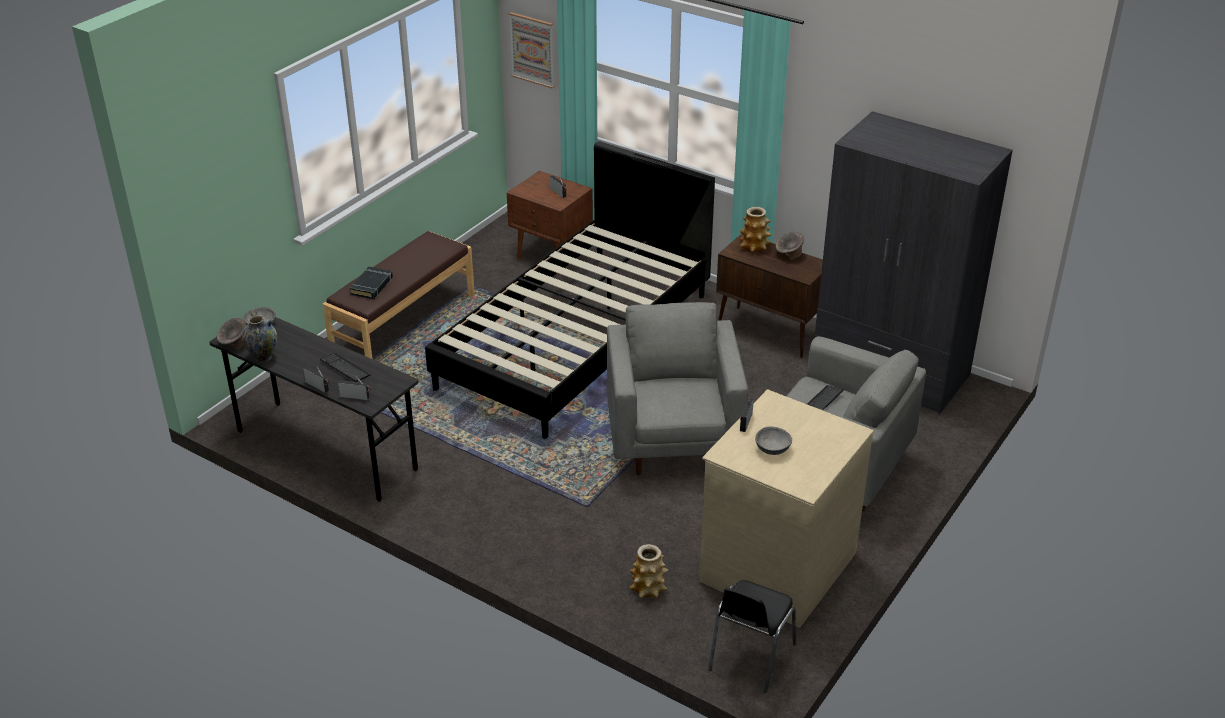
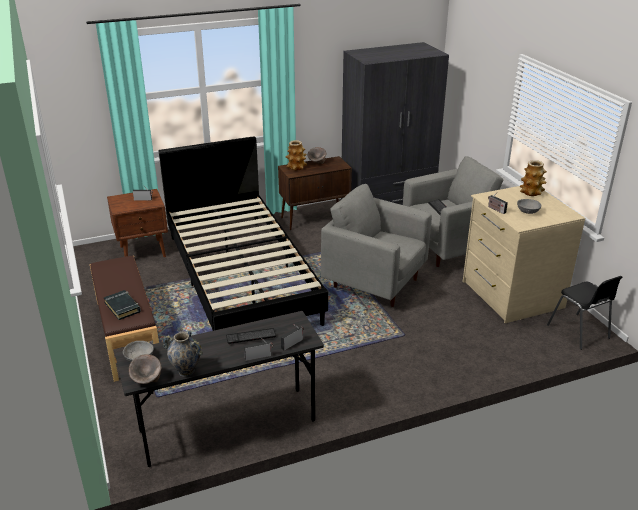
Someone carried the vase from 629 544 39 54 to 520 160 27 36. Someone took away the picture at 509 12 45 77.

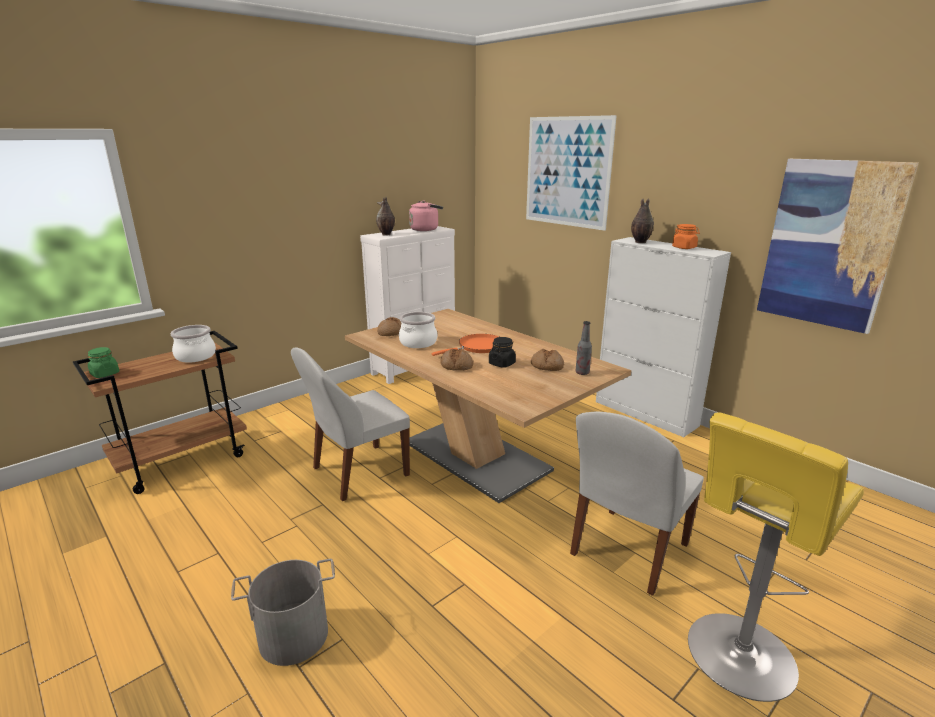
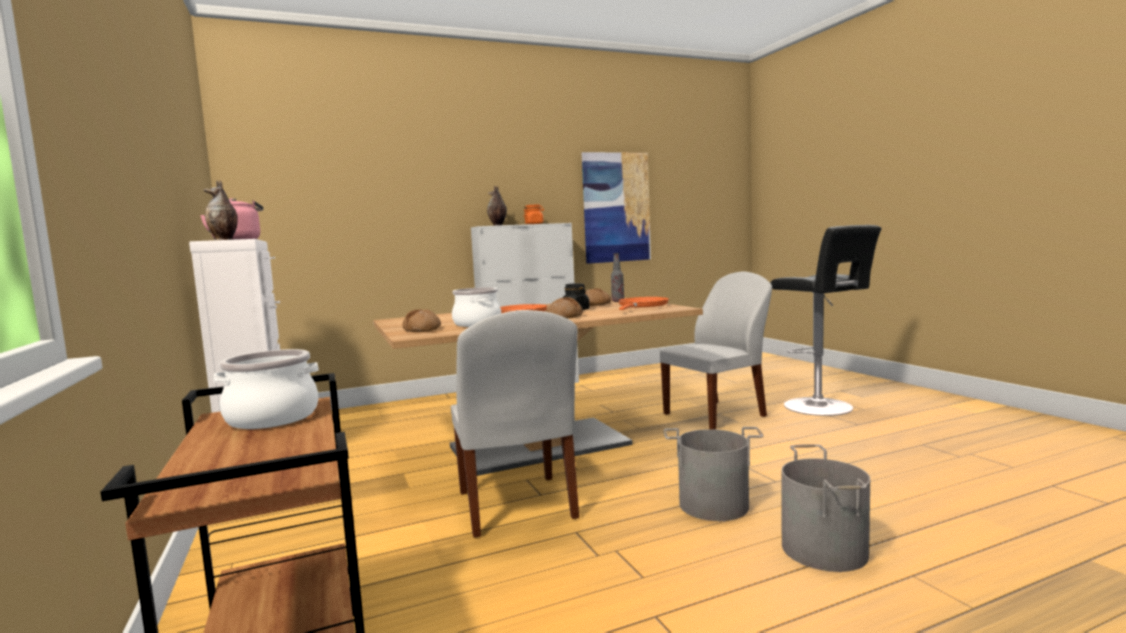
Someone put down the orange-coloured pan at 618 297 51 13. Someone rotated the white-coloured upright chair at 570 412 134 184 by 90 degrees counterclockwise. Someone put down the gray bucket at 663 427 101 94. Someone repainted the yellow stool at 688 412 176 290, which became the blackish stool at 771 225 111 191. Someone took away the green storage jar at 88 347 31 31. Someone took away the picture at 526 115 91 116.

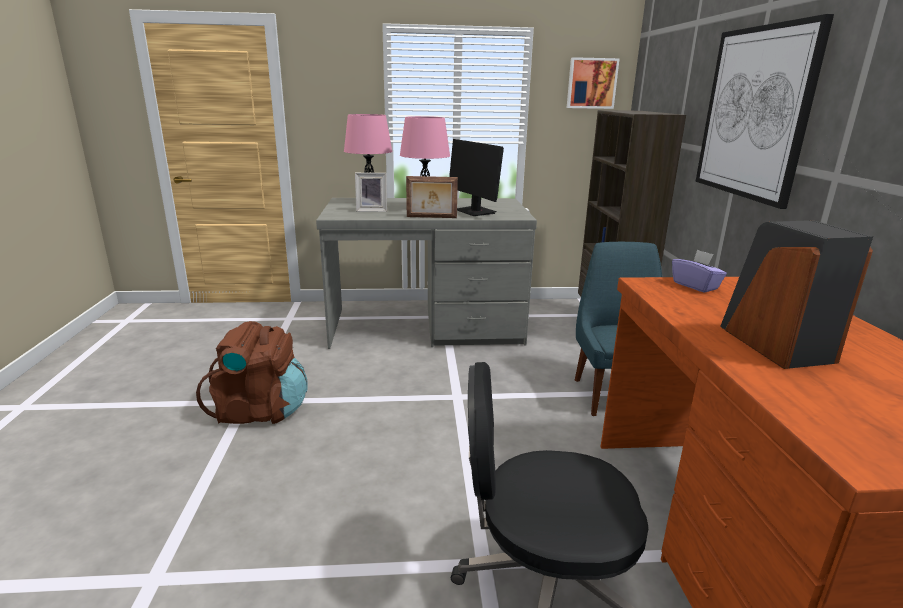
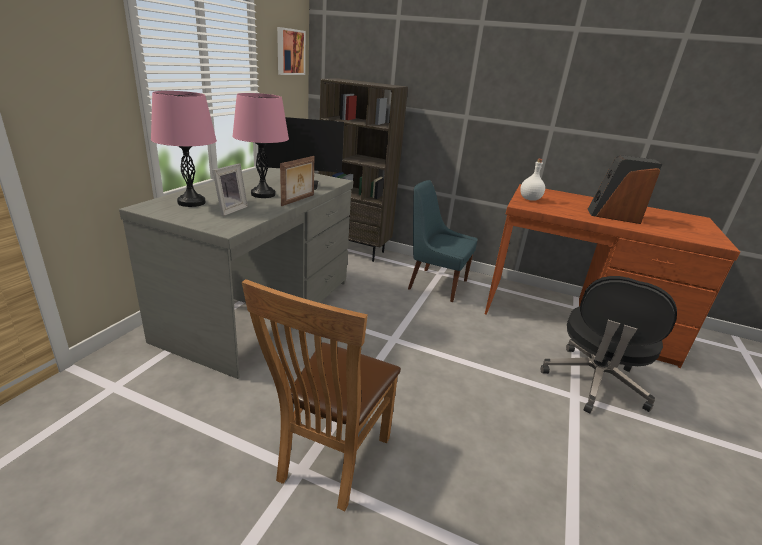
Someone swapped the brown-coloured backpack at 196 321 112 103 for the brown-coloured upright chair at 242 279 159 232. Someone swapped the purple-coloured tissue holder at 672 249 55 44 for the white-coloured beverage bottle at 520 159 25 42. Someone took away the picture at 695 14 139 195.

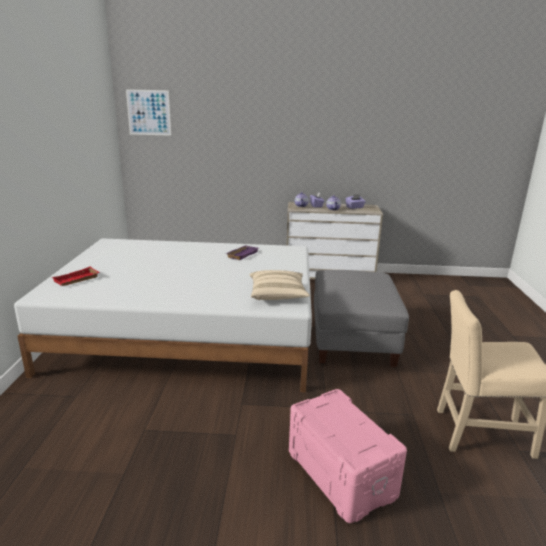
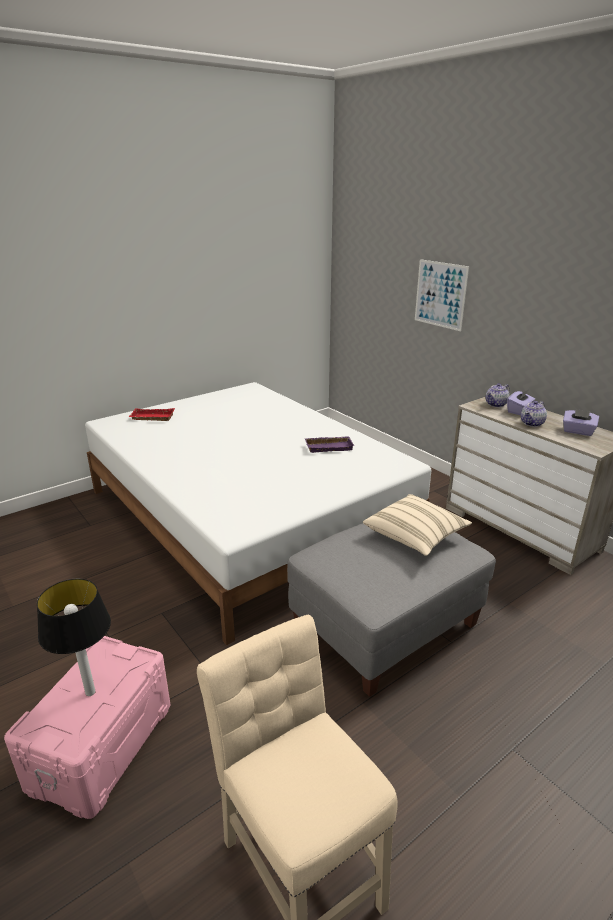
Someone put down the lamp for a table at 37 579 74 117. Someone carried the beige-coloured pillow from 250 270 60 30 to 363 494 109 62. Someone carried the picture from 126 89 45 47 to 415 259 54 72.

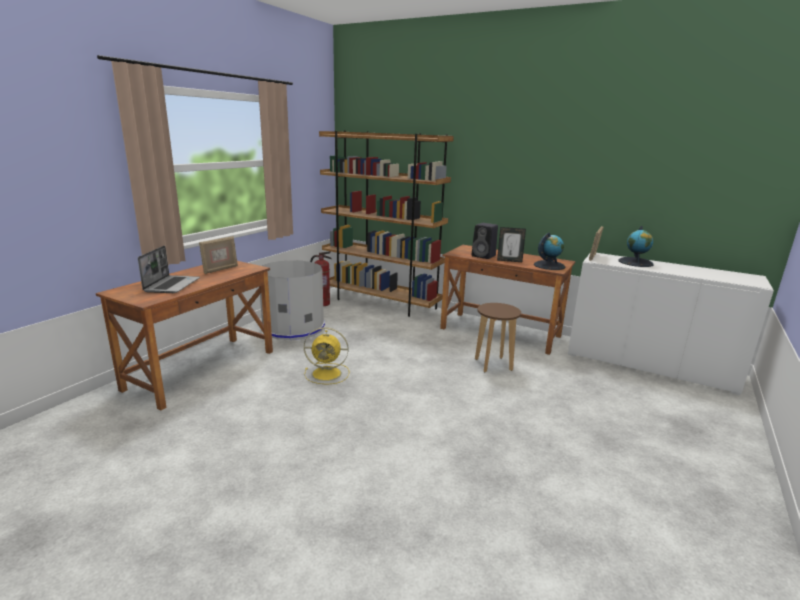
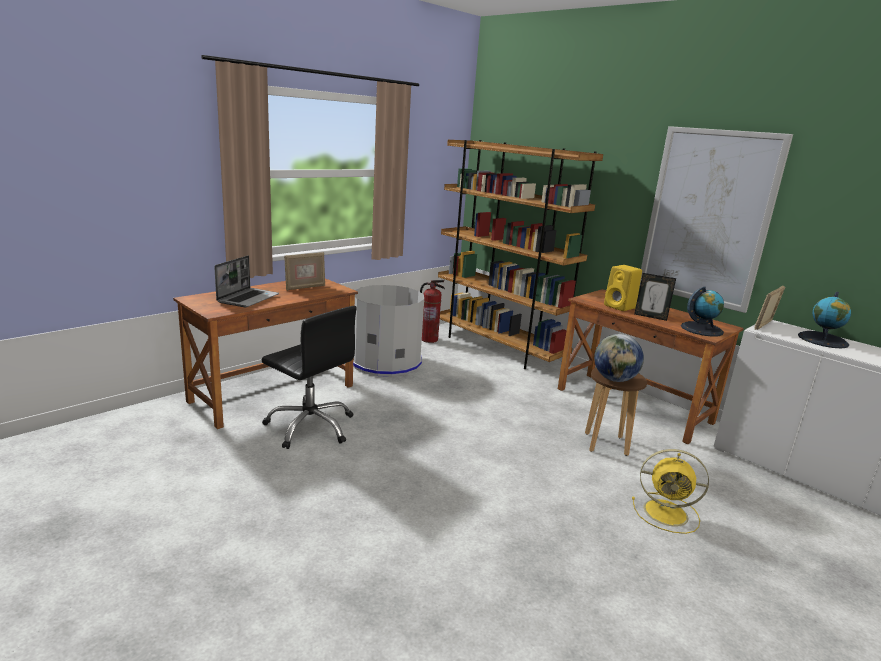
Someone put down the blackish office chair at 262 306 95 143. Someone put down the world globe at 594 334 50 48. Someone repainted the blackish speaker at 472 223 26 36, which became the yellow speaker at 604 265 38 46. Someone carried the yellow fan from 304 327 45 58 to 632 449 77 85. Someone put up the picture at 640 126 153 187.

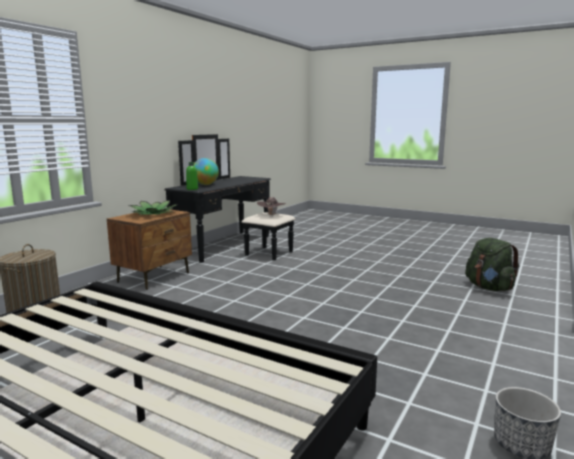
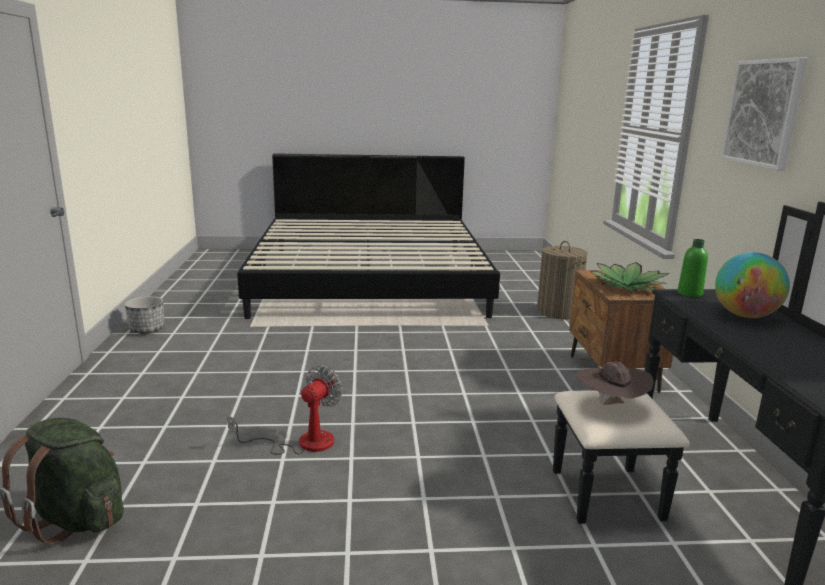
Someone put down the fan at 227 365 116 90. Someone put up the picture at 721 57 87 113.

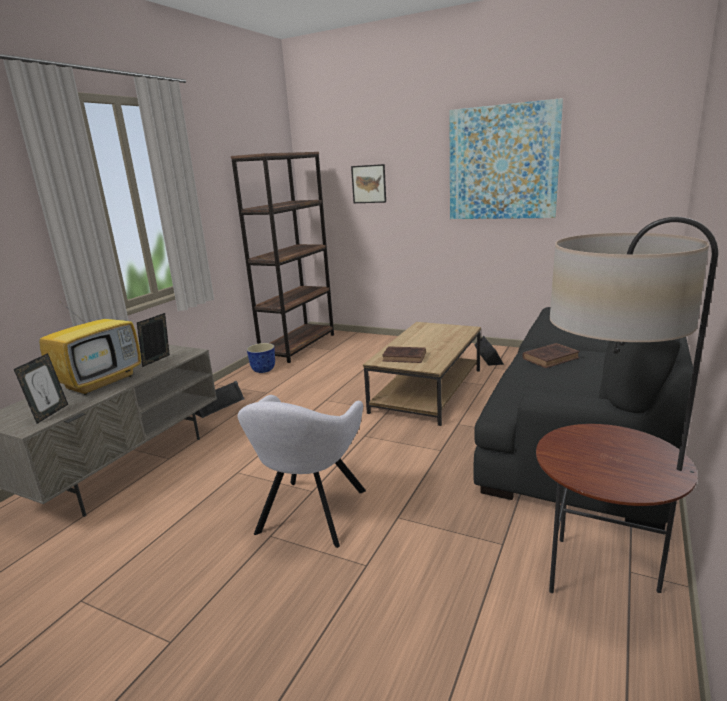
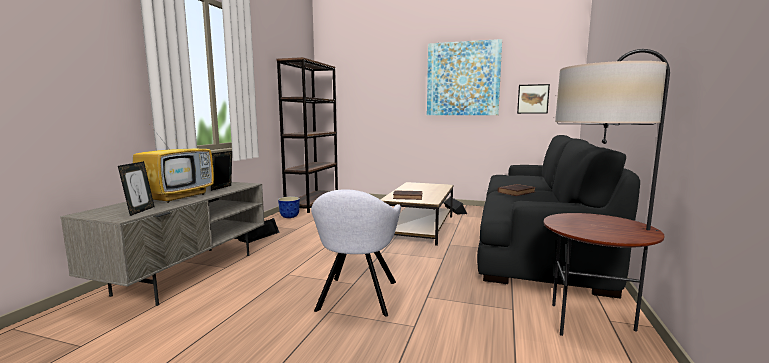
Someone carried the picture from 351 164 35 39 to 517 84 33 30.

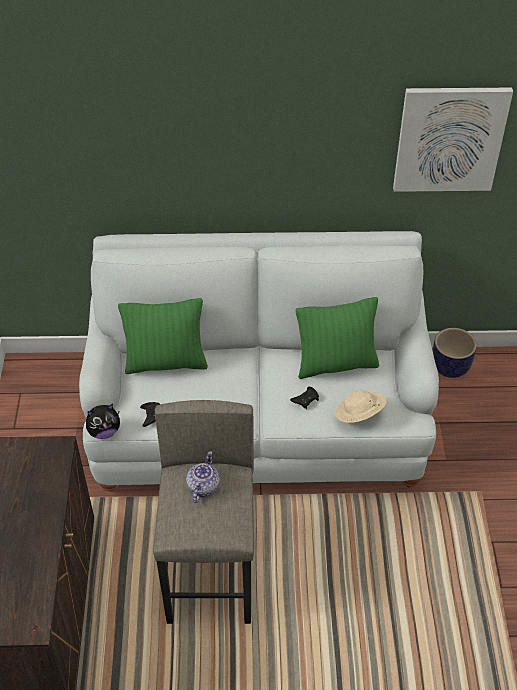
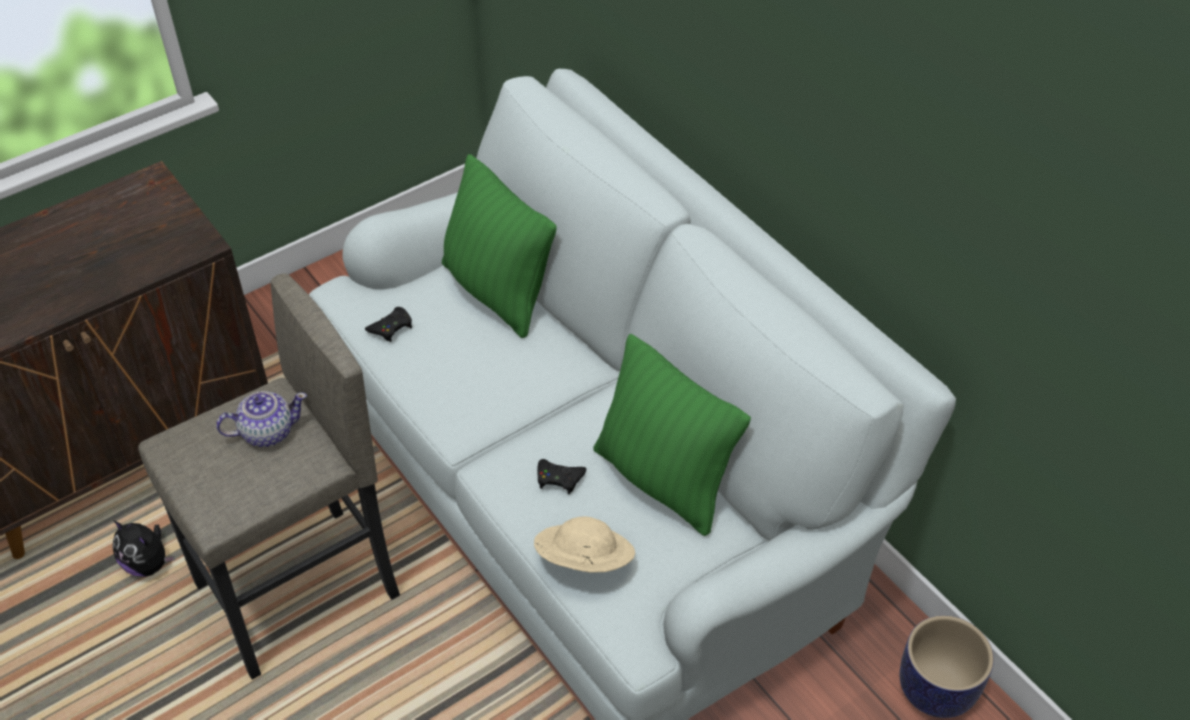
Someone carried the soft toy from 86 404 34 35 to 112 520 63 57. Someone took away the picture at 393 88 120 104.

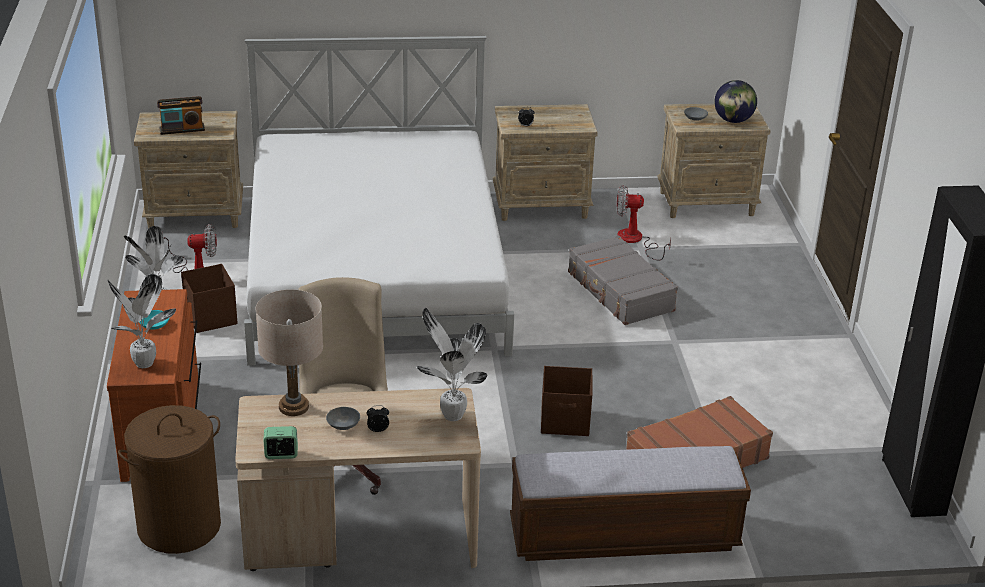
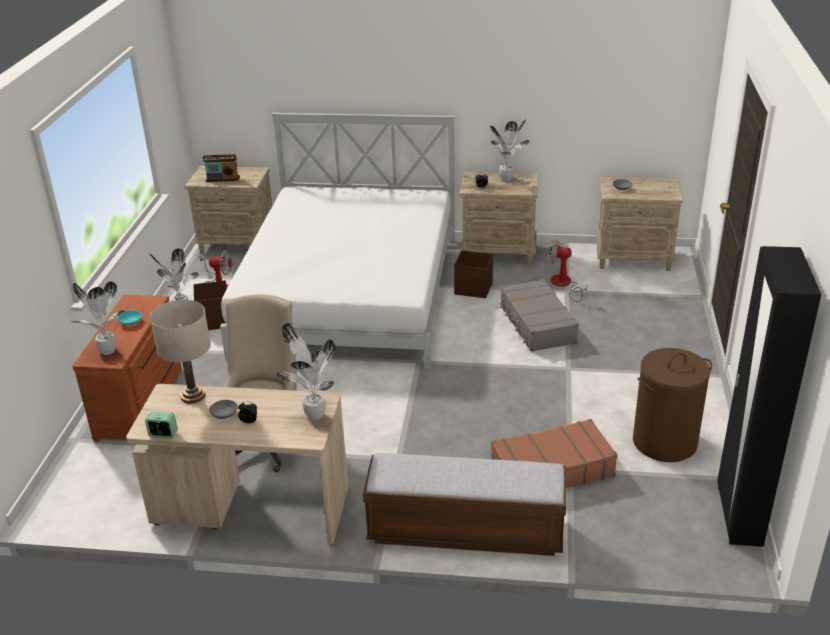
Someone carried the brown-coloured storage bin from 541 366 52 70 to 454 250 39 48. Someone put down the plant in a pot at 490 119 40 62. Someone carried the brown-coloured laundry basket from 118 405 103 149 to 633 348 79 114. Someone took away the world globe at 714 80 43 43.

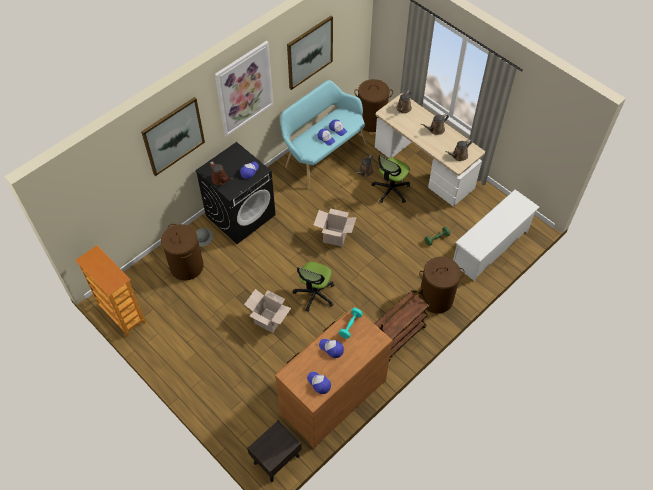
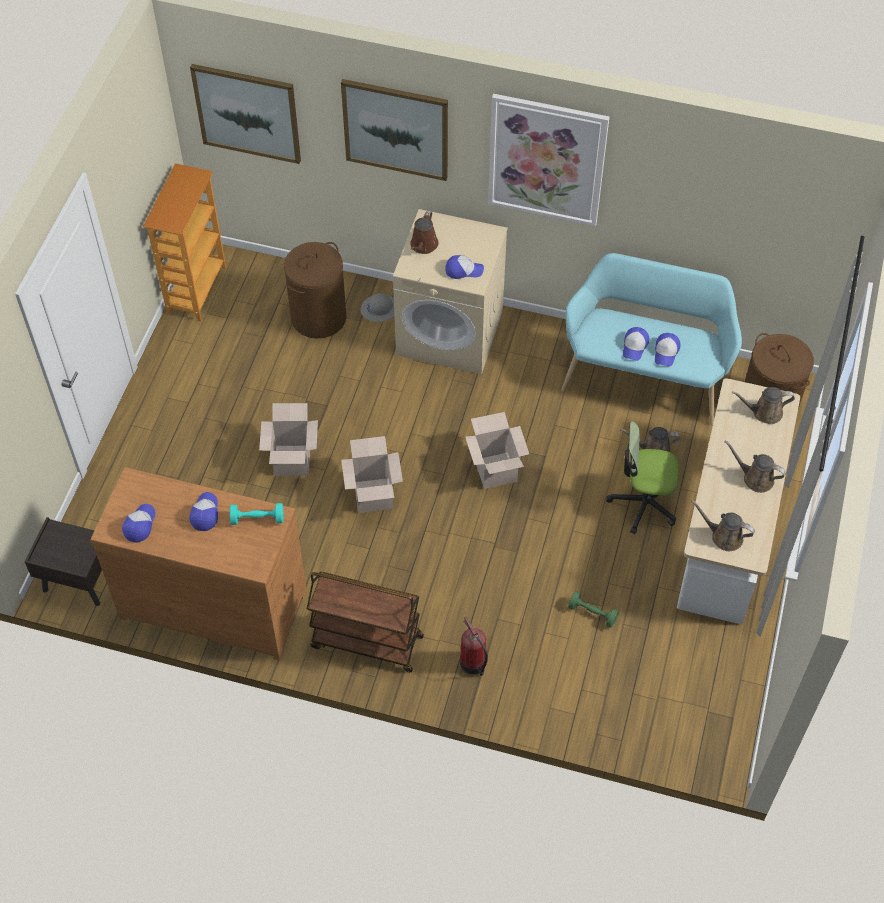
Someone carried the picture from 287 16 46 74 to 190 64 111 100. Someone swapped the office chair at 293 262 41 50 for the carton at 341 436 62 77. Someone repainted the blackish washing machine at 195 142 81 102, which became the beige-coloured washing machine at 393 209 115 165. Someone swapped the brown-coloured laundry basket at 419 257 46 56 for the fire extinguisher at 460 617 28 59. Someone took away the white-coloured shoe rack at 453 190 86 91.

